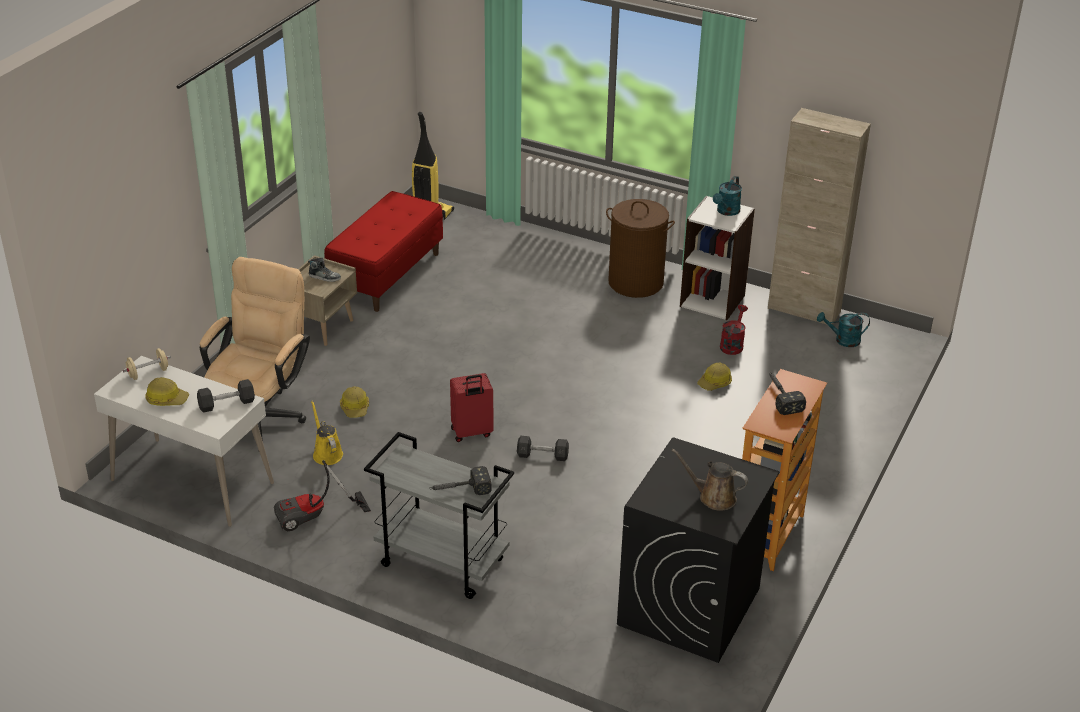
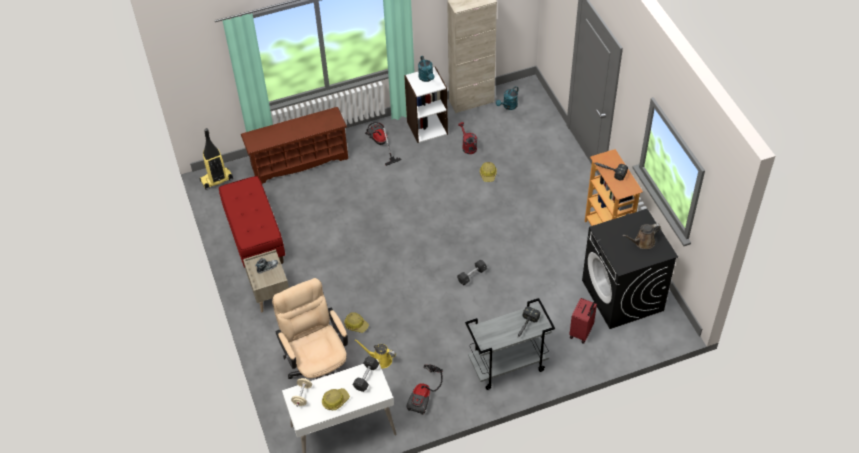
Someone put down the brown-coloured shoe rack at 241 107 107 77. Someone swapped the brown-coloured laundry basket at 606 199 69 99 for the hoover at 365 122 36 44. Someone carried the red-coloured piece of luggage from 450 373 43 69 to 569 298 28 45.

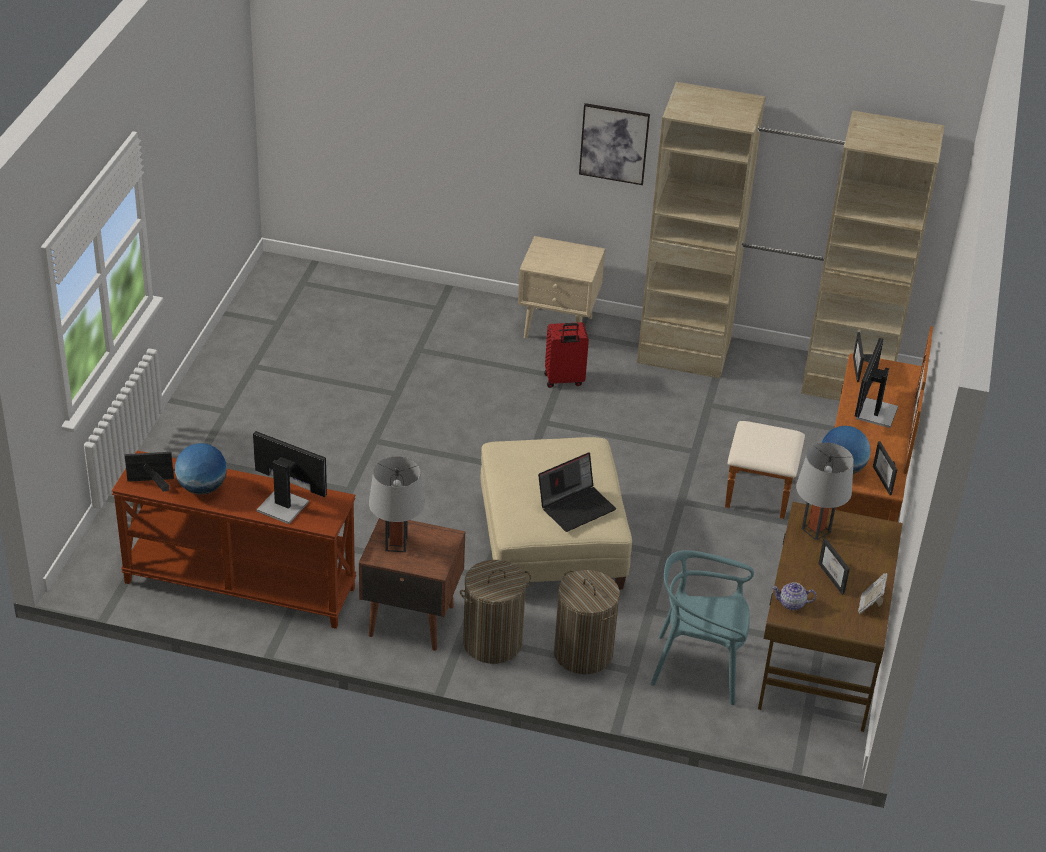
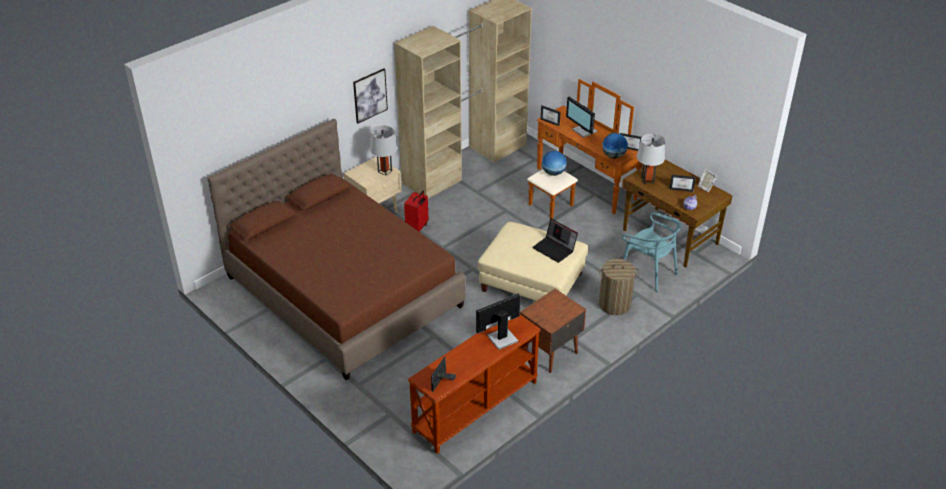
Someone put down the brown-coloured bedroom bed at 208 119 258 261. Someone carried the gray lamp for a table from 369 456 56 96 to 370 126 27 50. Someone rotated the laptop at 538 452 78 80 by 135 degrees clockwise. Someone carried the world globe from 175 443 52 52 to 542 151 25 25. Someone rotated the blue-green upright chair at 651 550 103 155 by 90 degrees counterclockwise. Someone took away the laundry basket at 460 560 71 104.

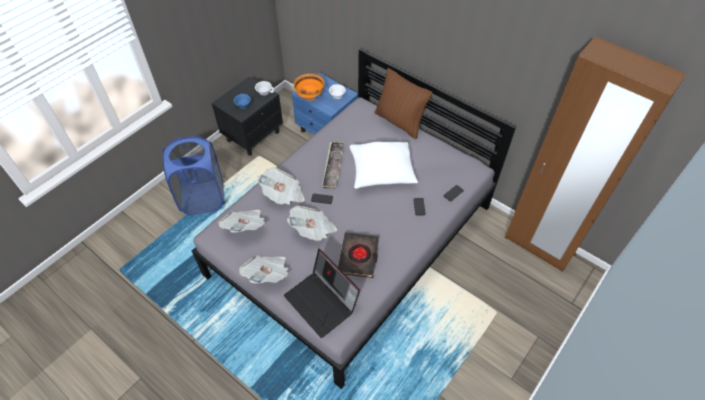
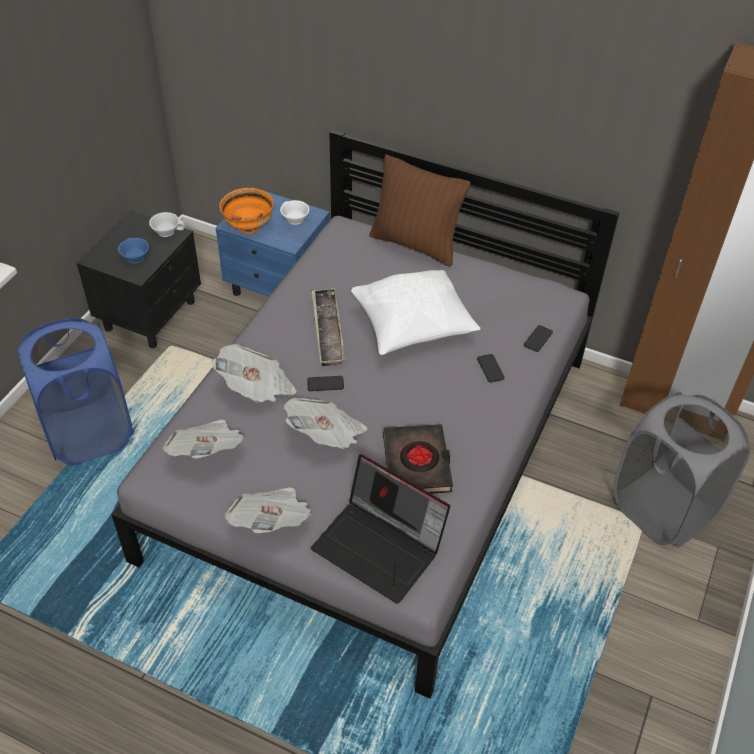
Someone put down the gray laundry basket at 614 392 137 156.

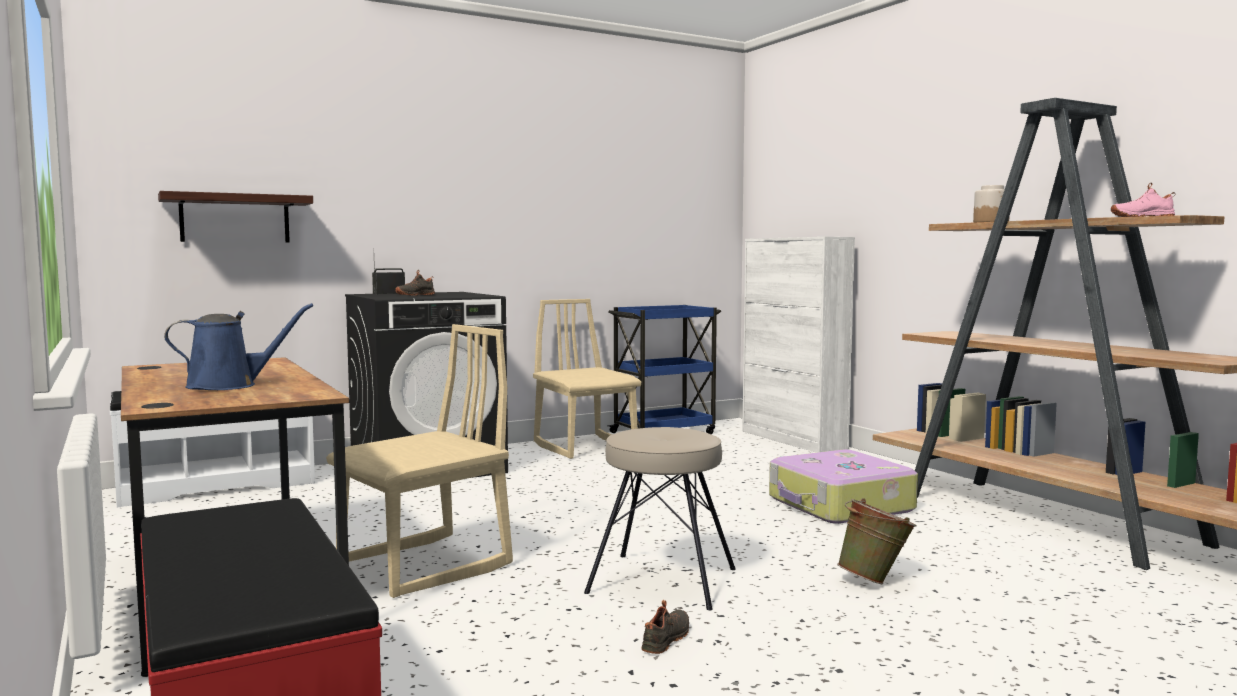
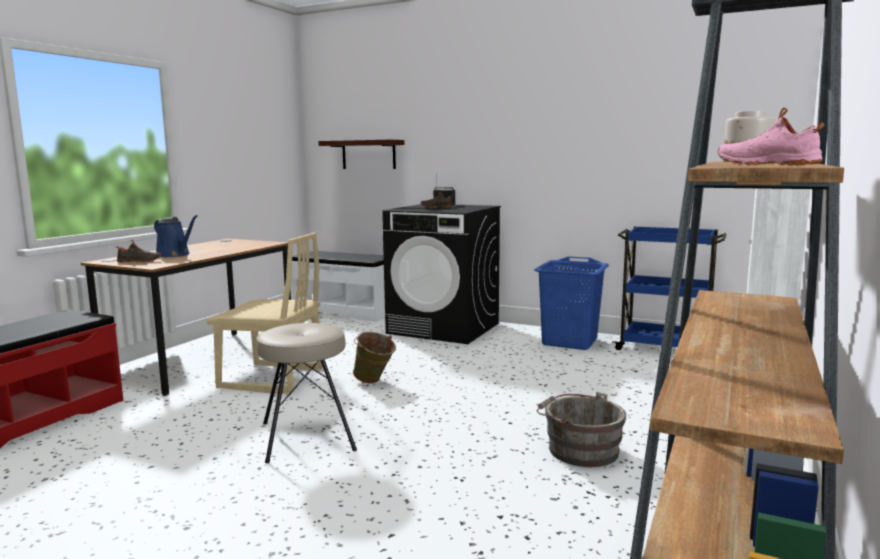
Someone carried the blackish item of footwear from 642 600 47 54 to 116 239 45 24. Someone carried the green bucket from 837 498 80 86 to 353 332 43 52. Someone swapped the beige-coloured upright chair at 533 299 108 160 for the blue laundry basket at 534 257 75 93. Someone swapped the piece of luggage at 769 450 149 74 for the gray bucket at 537 392 89 75.

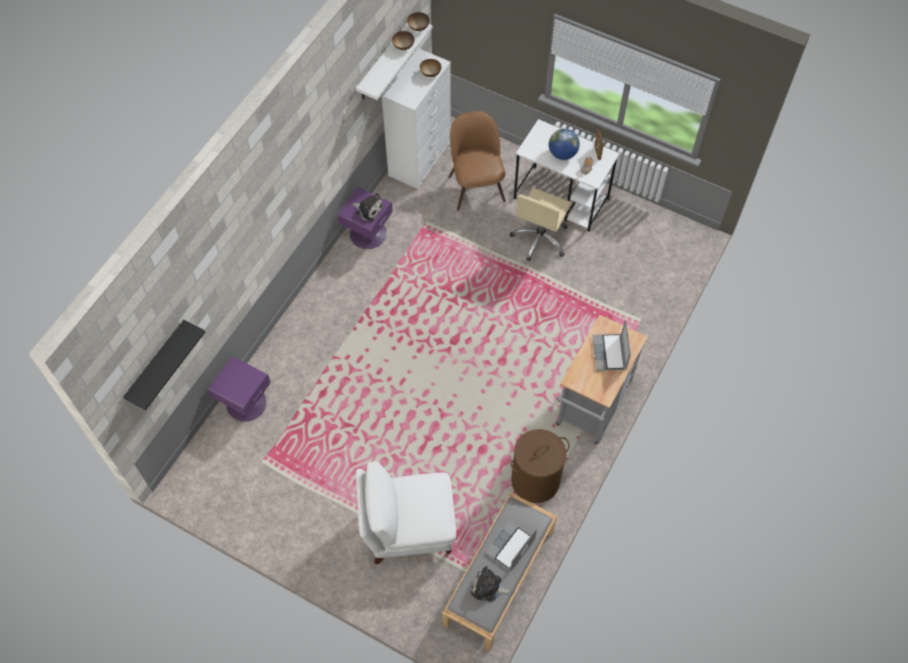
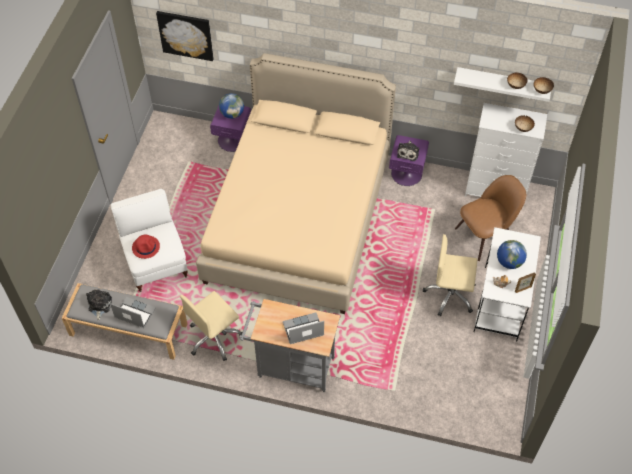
Someone put down the red-coloured wearable hat at 132 235 28 24. Someone swapped the blackish shelf at 123 320 82 90 for the picture at 156 11 58 50. Someone swapped the brown-coloured laundry basket at 511 429 58 74 for the beige-coloured office chair at 180 291 62 70. Someone put down the beige-coloured bedroom bed at 196 53 200 261. Someone put down the world globe at 219 93 25 26.

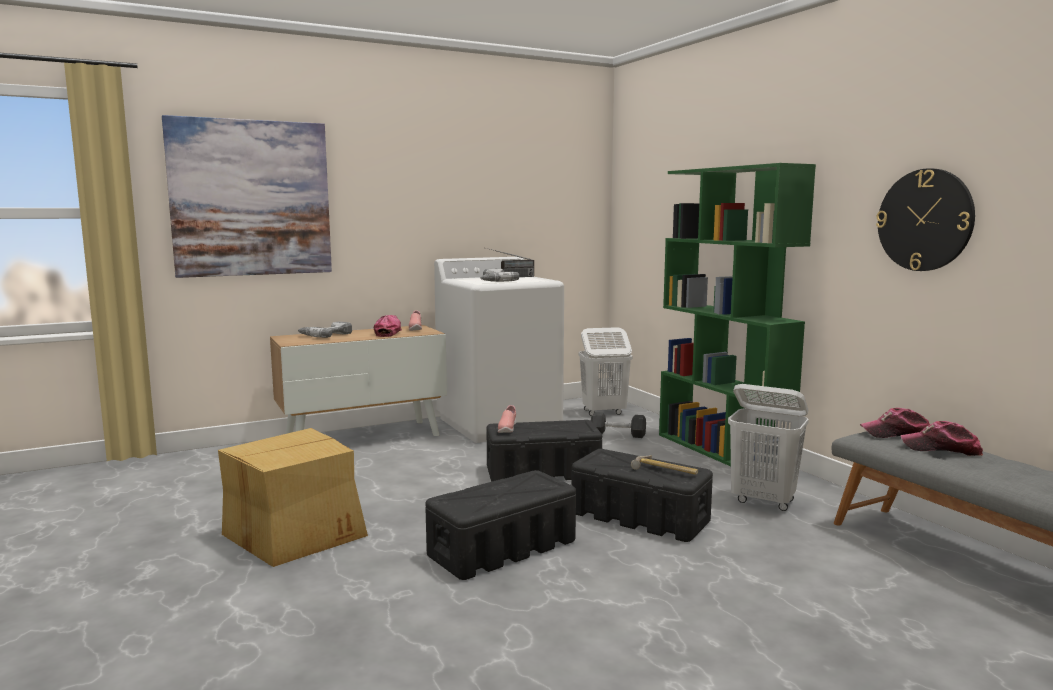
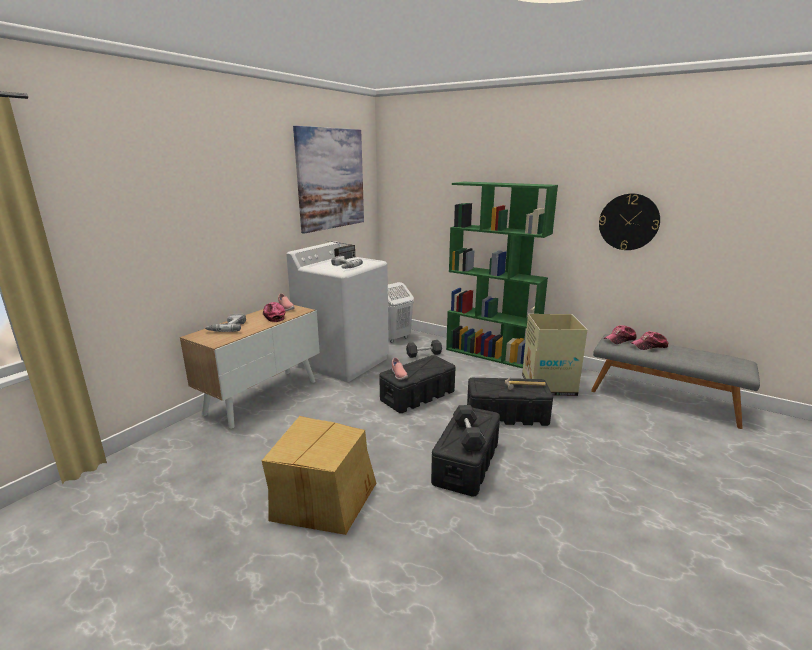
Someone carried the picture from 162 115 170 163 to 293 126 71 108. Someone put down the blackish dumbbell at 453 405 33 47. Someone swapped the white-coloured laundry basket at 728 384 81 127 for the carton at 522 314 65 82.

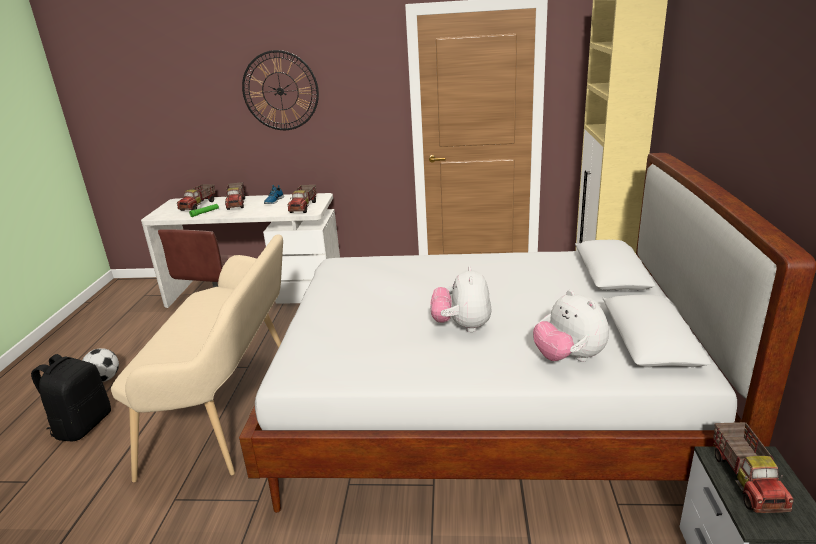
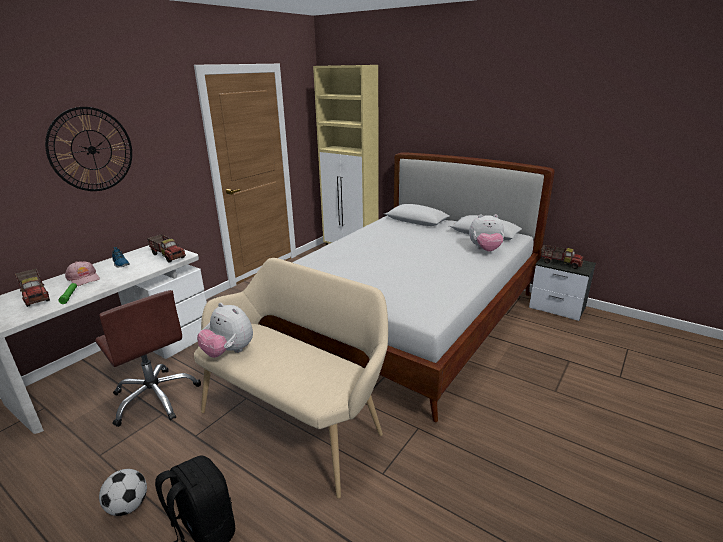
Someone swapped the toy truck at 225 182 20 28 for the pink-coloured baseball cap at 65 261 35 25. Someone carried the soft toy from 430 266 61 66 to 197 303 56 55.

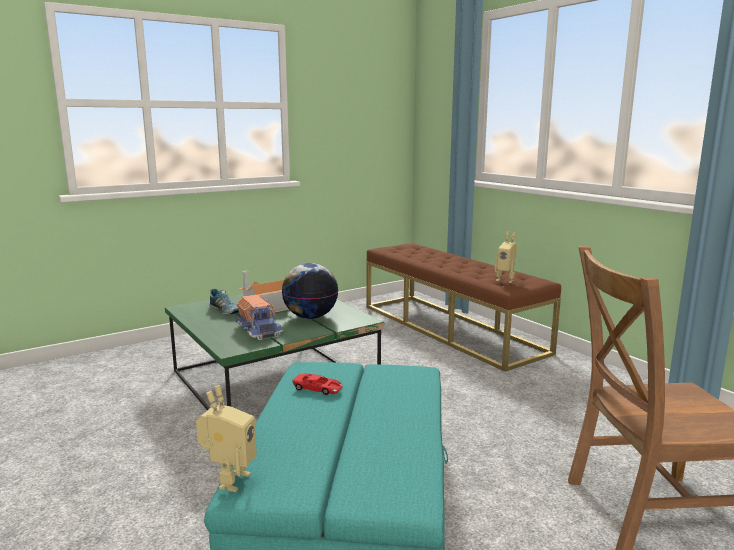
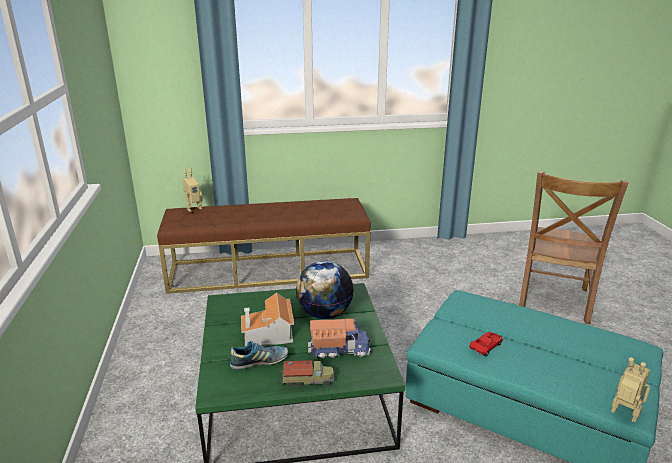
Someone carried the model robot from 494 231 23 52 to 183 168 20 44. Someone put down the toy truck at 282 360 52 27.

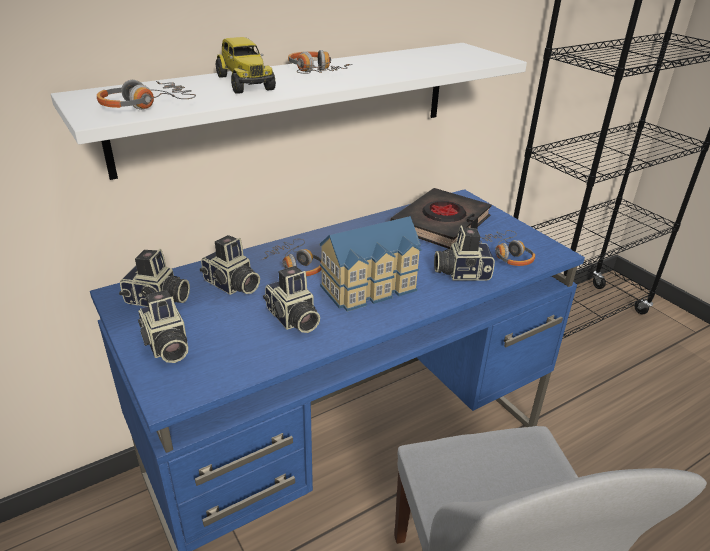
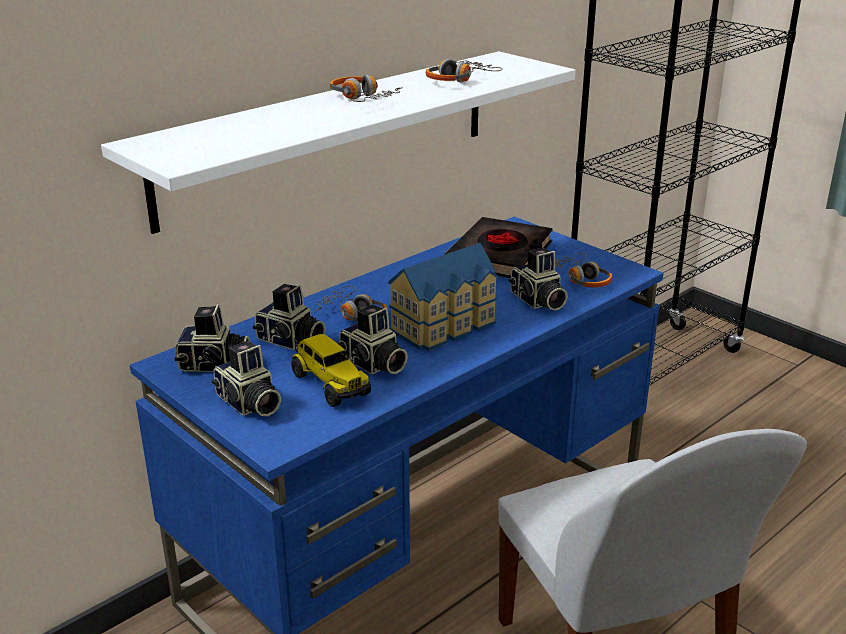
Someone carried the toy truck from 216 37 60 57 to 291 334 80 73. Someone carried the pair of headphones from 97 80 99 30 to 426 59 77 23. Someone rotated the photo camera at 434 225 61 56 by 105 degrees counterclockwise.

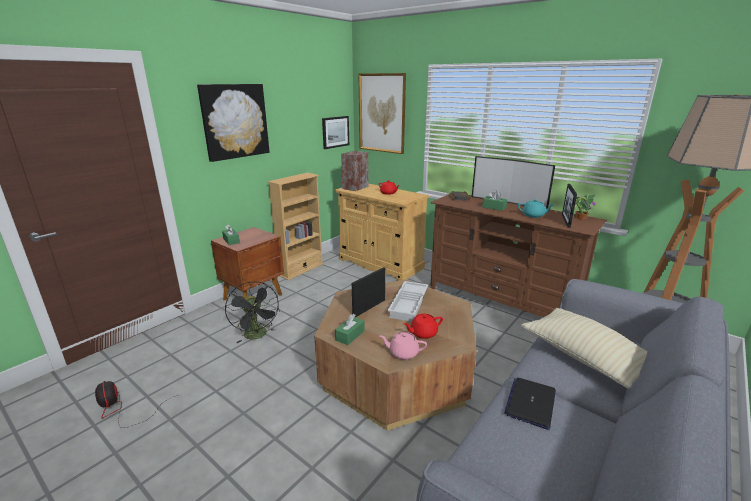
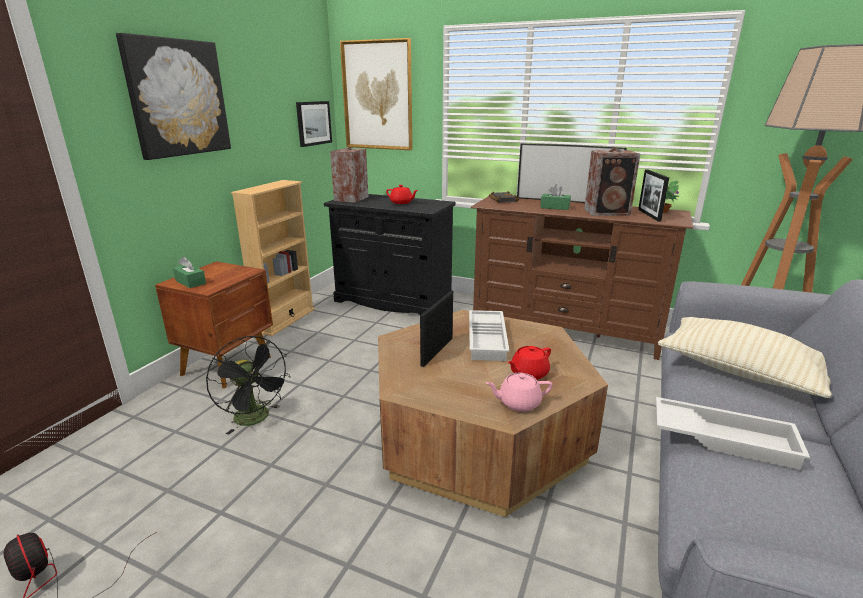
Someone repainted the beige-coloured cupboard at 335 184 94 97, which became the blackish cupboard at 324 194 132 121. Someone swapped the blue-green pot for tea at 518 199 37 19 for the speaker at 584 148 56 68. Someone swapped the laptop at 504 378 52 52 for the white-coloured tray at 656 397 154 73. Someone took away the green tissue holder at 335 314 30 31.

